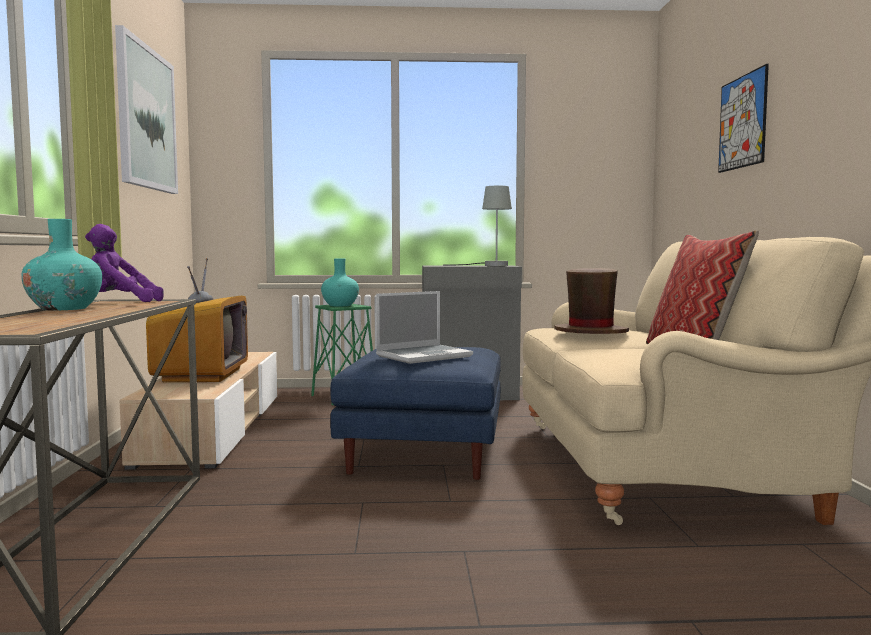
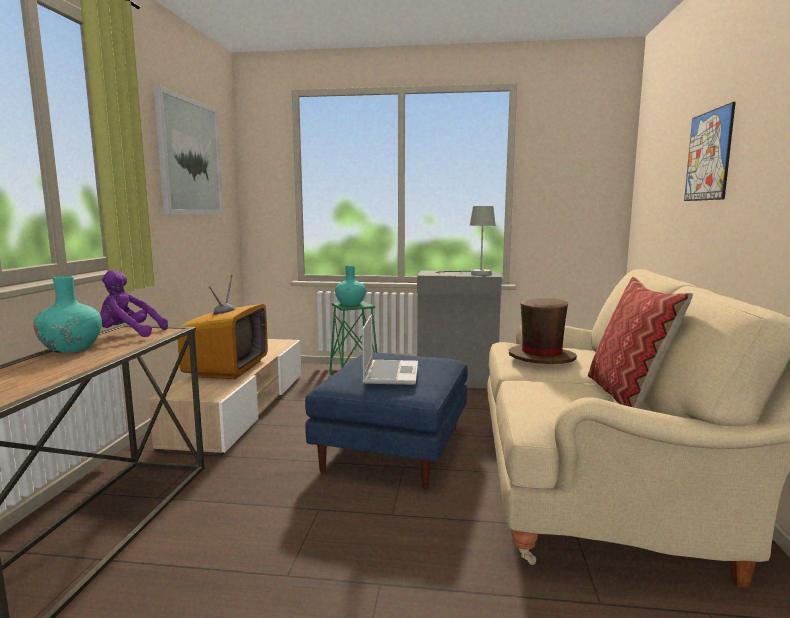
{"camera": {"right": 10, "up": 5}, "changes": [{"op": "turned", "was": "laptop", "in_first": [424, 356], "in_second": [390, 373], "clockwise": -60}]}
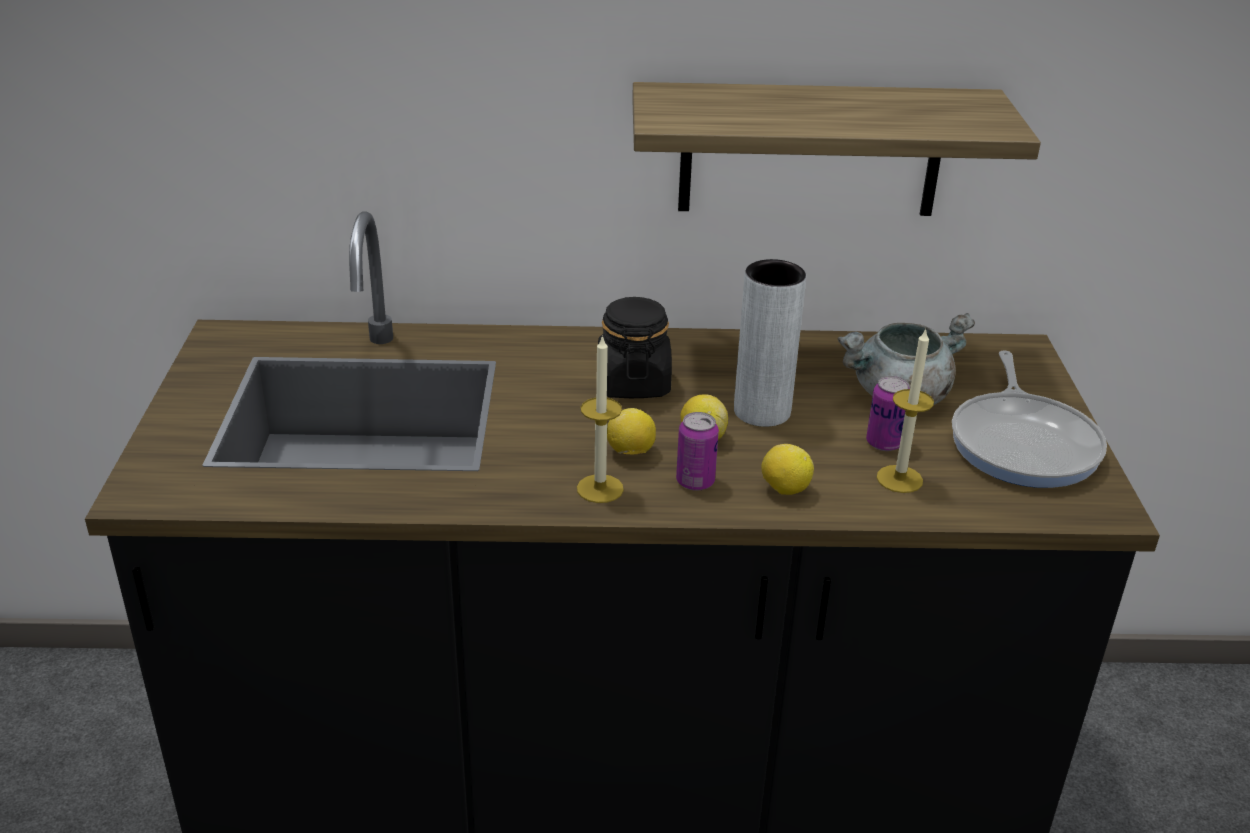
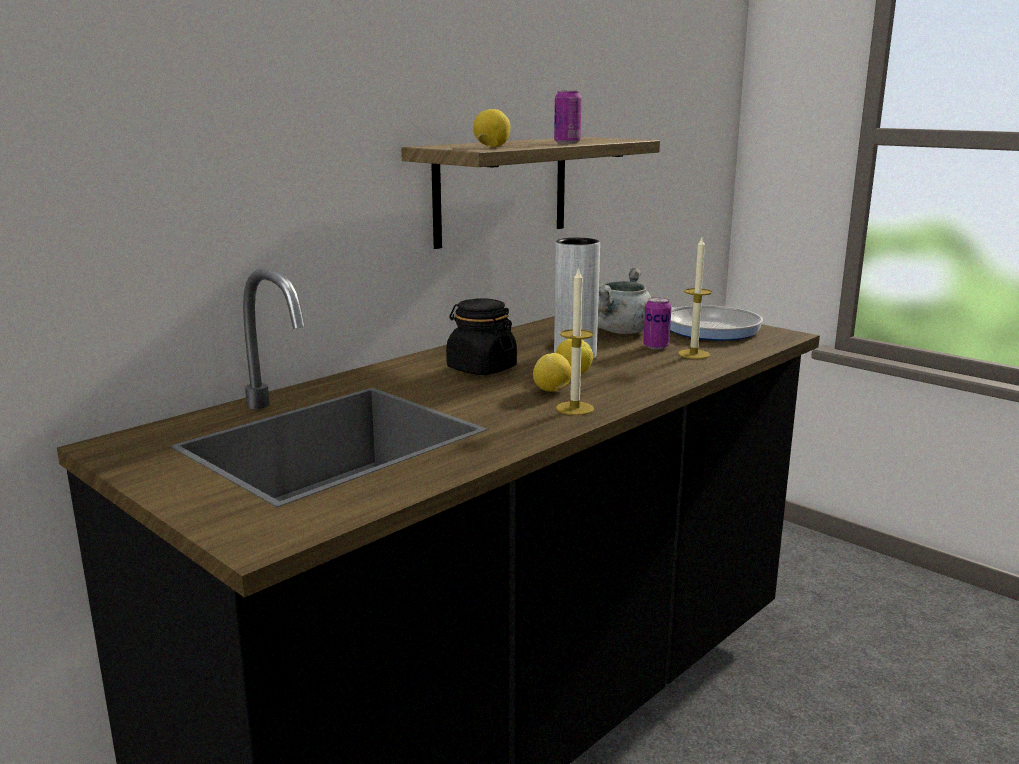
{"camera": {"right": -45, "up": -15}, "changes": [{"op": "moved", "was": "can", "in_first": [695, 482], "in_second": [567, 143]}, {"op": "moved", "was": "lemon", "in_first": [784, 489], "in_second": [491, 147]}]}
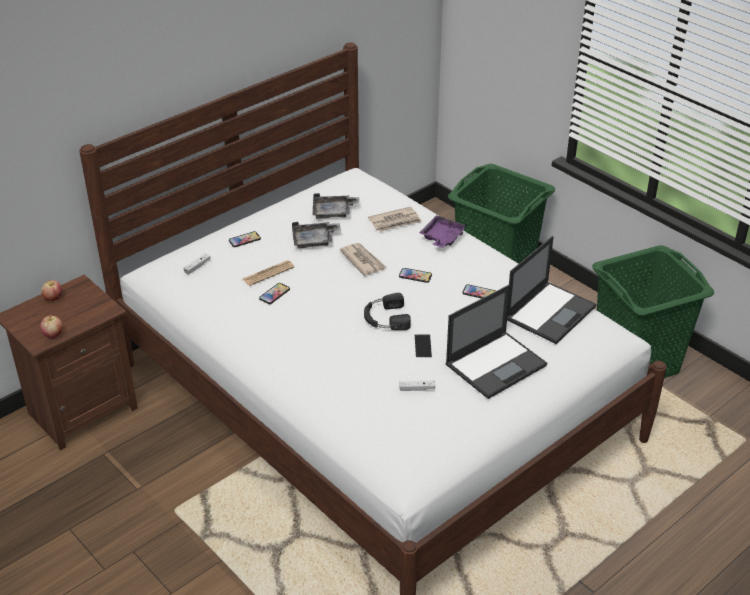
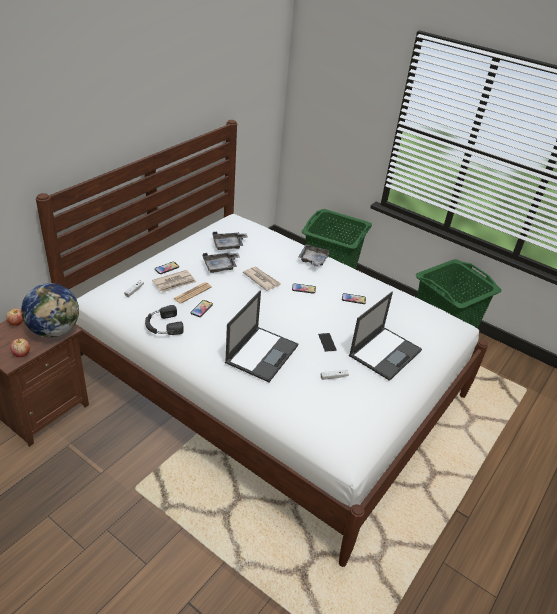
{"camera": {"right": -15, "up": 0}, "changes": [{"op": "added", "now": "globe", "in_second": [55, 330]}, {"op": "moved", "was": "headphones (black)", "in_first": [385, 318], "in_second": [163, 325]}, {"op": "moved", "was": "newspaper", "in_first": [395, 221], "in_second": [174, 283]}, {"op": "moved", "was": "laptop", "in_first": [550, 312], "in_second": [262, 353]}, {"op": "recoloured", "was": "tray (purple)", "now": "tray (grey)", "in_first": [442, 238], "in_second": [313, 260]}]}
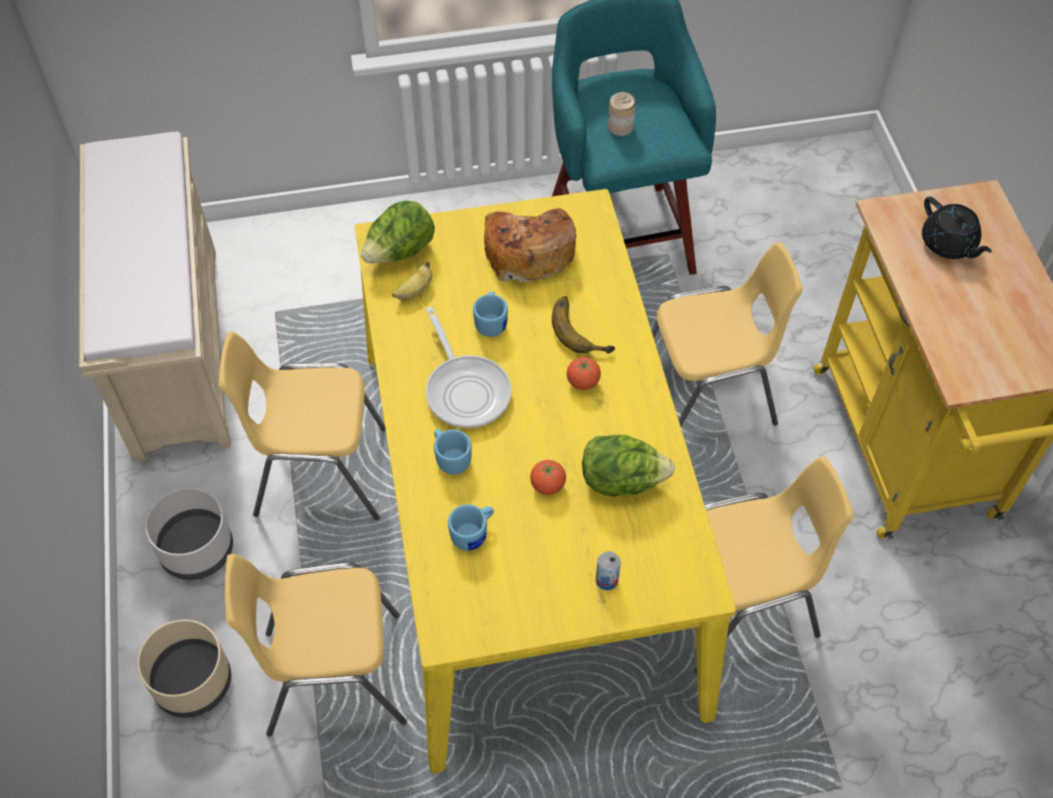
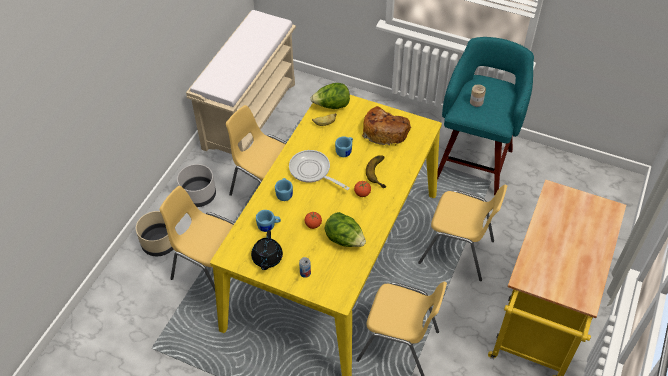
{"camera": {"right": 35, "up": -5}, "changes": [{"op": "moved", "was": "teapot (black)", "in_first": [948, 244], "in_second": [267, 258]}, {"op": "turned", "was": "frying pan", "in_first": [466, 389], "in_second": [312, 171], "clockwise": 120}]}
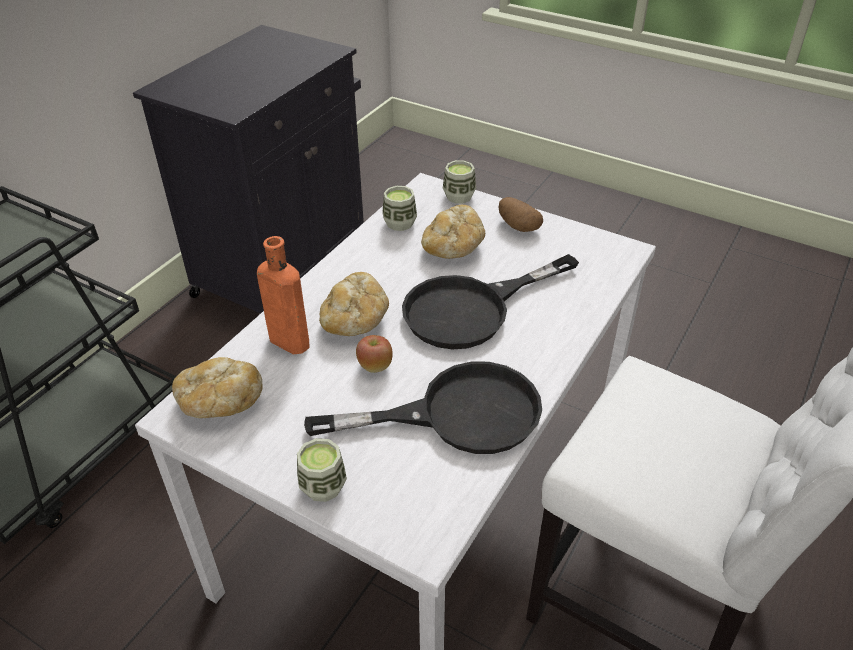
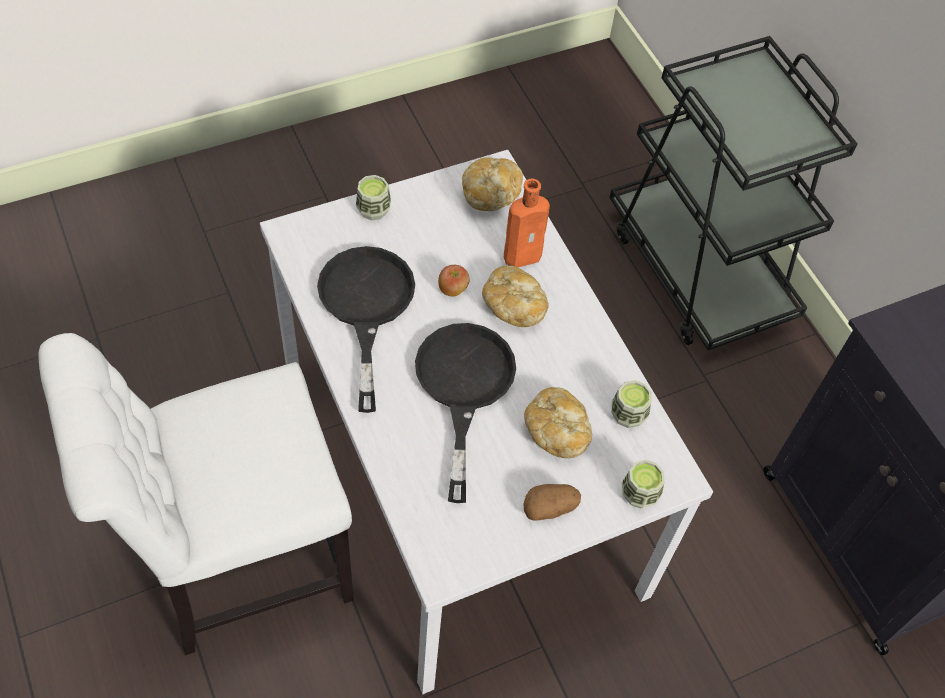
{"camera": {"right": 120, "up": 15}, "changes": [{"op": "turned", "was": "frying pan (black)", "in_first": [457, 414], "in_second": [366, 307], "clockwise": 150}]}
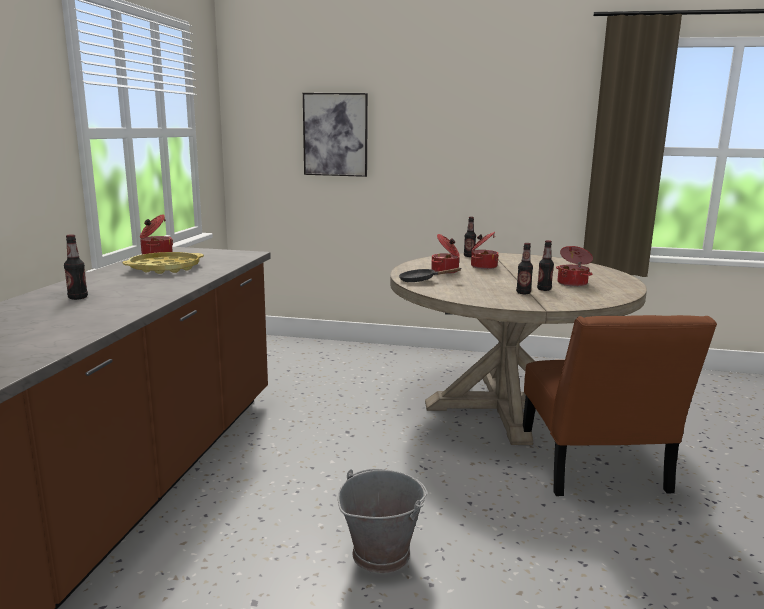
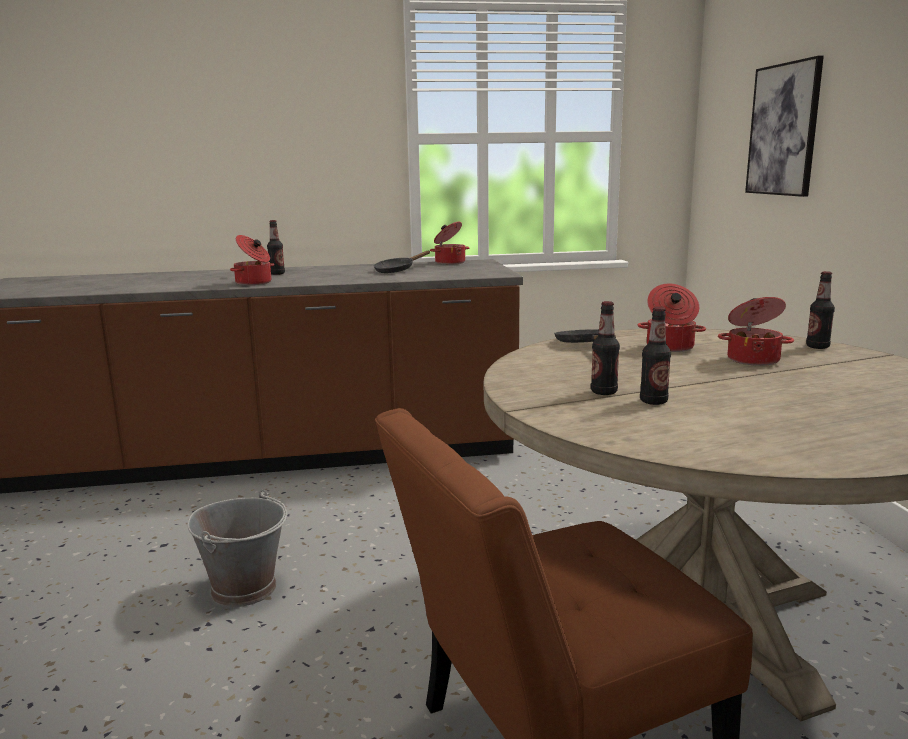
{"camera": {"right": 70, "up": 0}, "changes": [{"op": "moved", "was": "cooking pot", "in_first": [573, 283], "in_second": [254, 283]}, {"op": "replaced", "was": "tray (yellow)", "now": "frying pan (black)", "in_first": [165, 268], "in_second": [397, 270]}]}
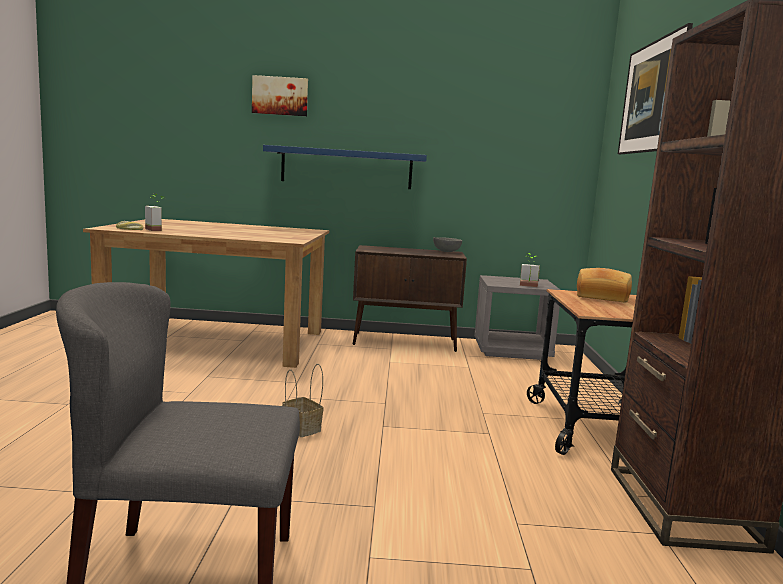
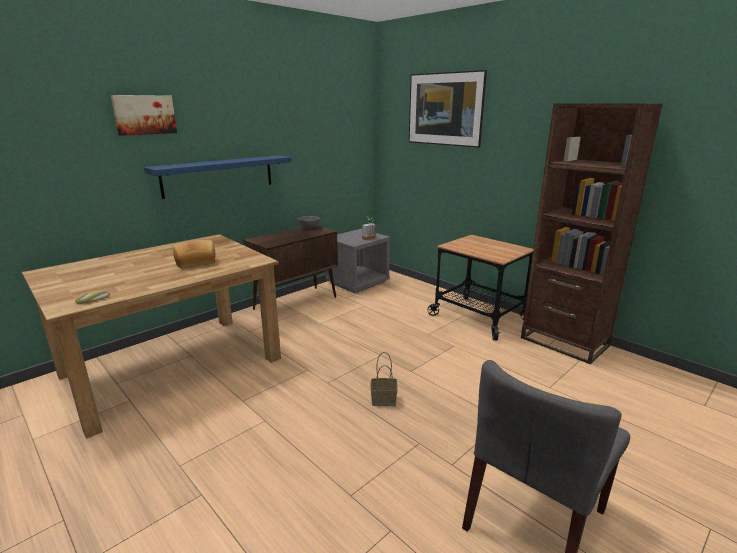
{"camera": {"right": -45, "up": 10}, "changes": [{"op": "removed", "was": "potted plant", "in_first": [157, 229]}, {"op": "moved", "was": "bread", "in_first": [602, 297], "in_second": [195, 262]}]}
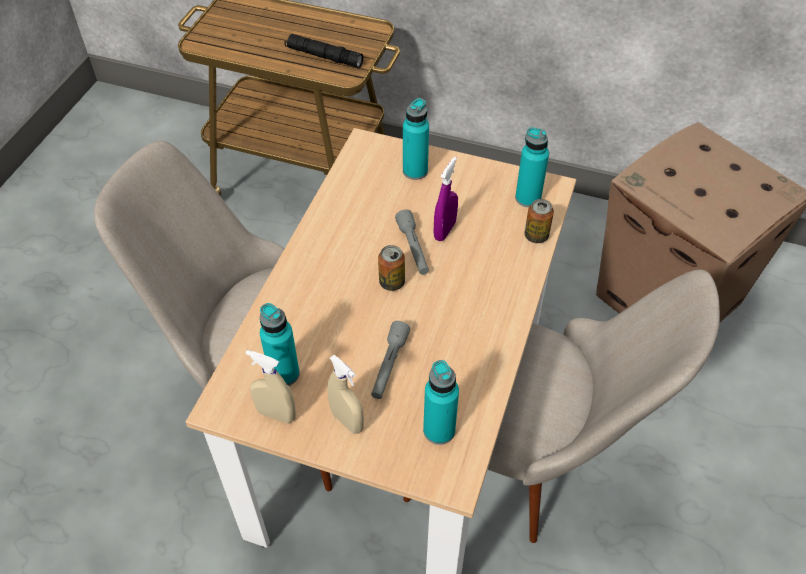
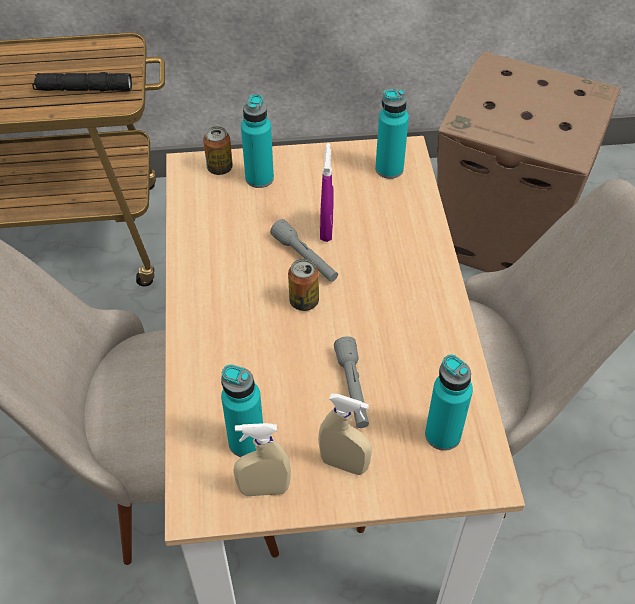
{"camera": {"right": -25, "up": 0}, "changes": [{"op": "moved", "was": "can", "in_first": [536, 236], "in_second": [220, 168]}]}
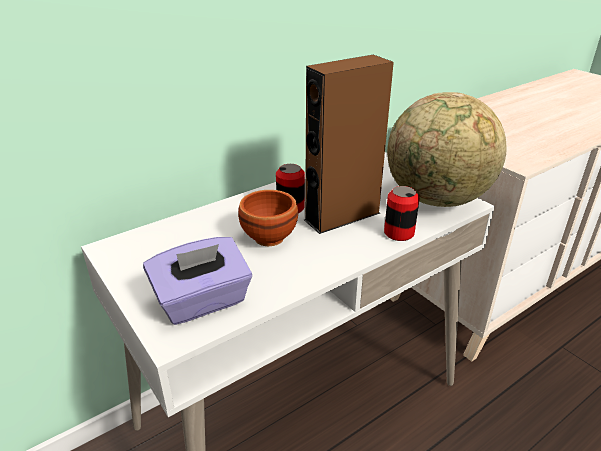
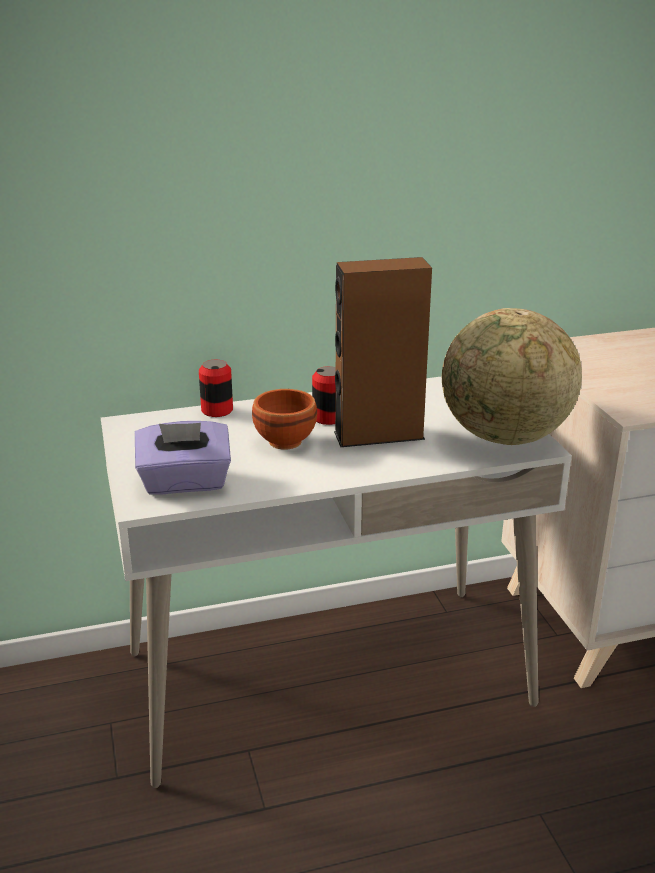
{"camera": {"right": 20, "up": -5}, "changes": [{"op": "moved", "was": "can", "in_first": [399, 233], "in_second": [217, 410]}]}
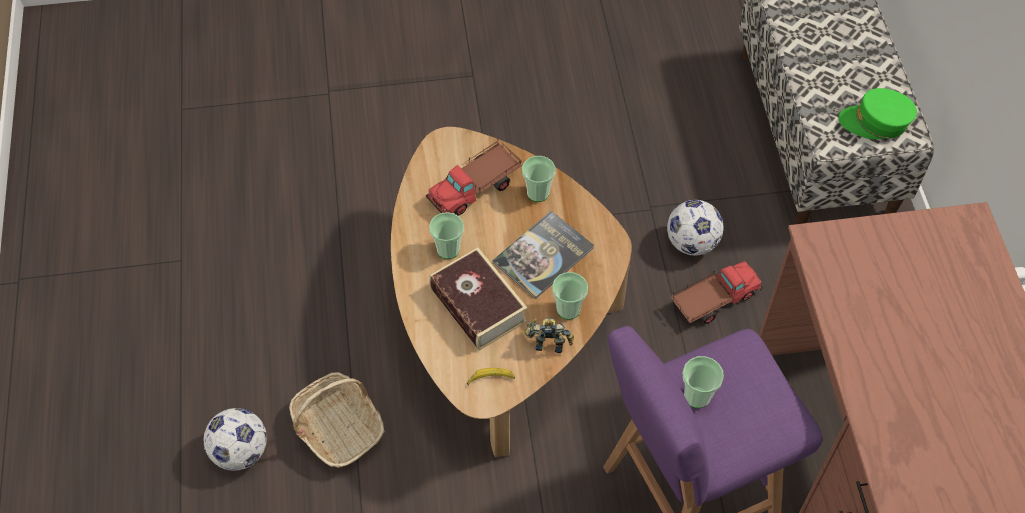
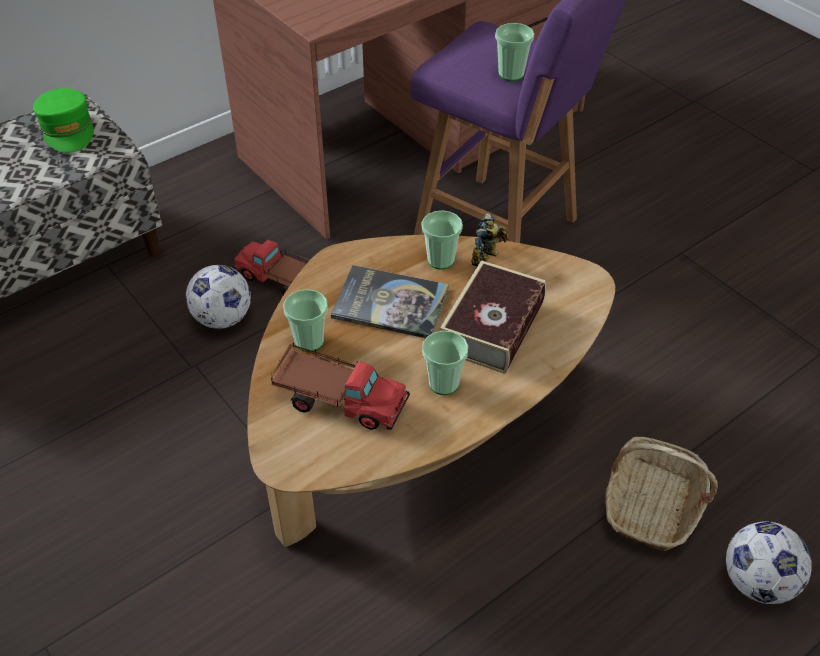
{"camera": {"right": -120, "up": -10}, "changes": [{"op": "removed", "was": "banana", "in_first": [491, 379]}, {"op": "turned", "was": "toy robot", "in_first": [549, 342], "in_second": [488, 259], "clockwise": -135}]}
